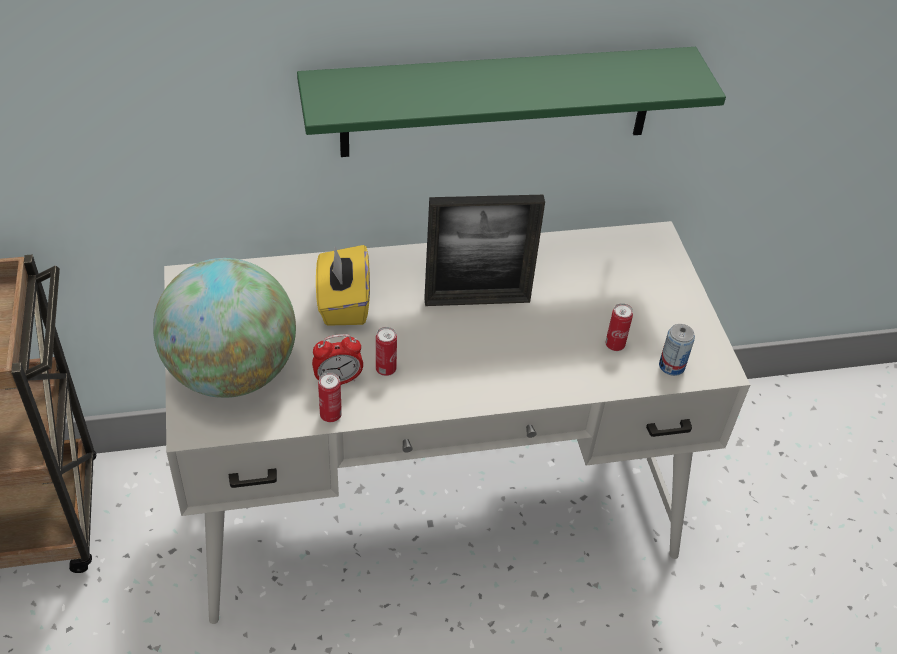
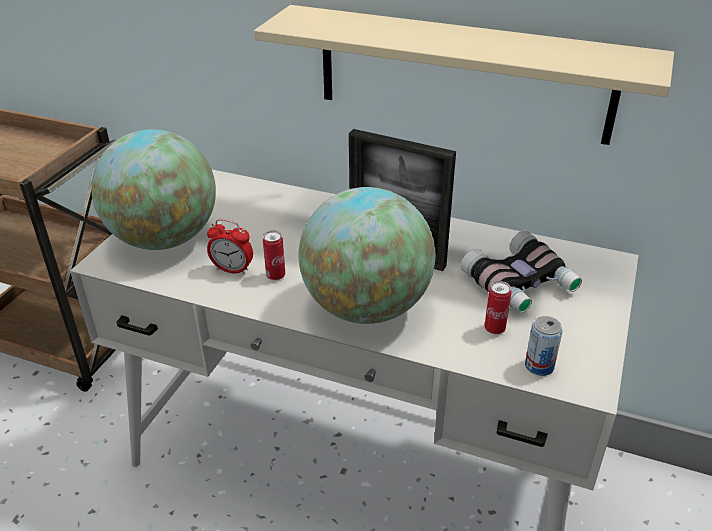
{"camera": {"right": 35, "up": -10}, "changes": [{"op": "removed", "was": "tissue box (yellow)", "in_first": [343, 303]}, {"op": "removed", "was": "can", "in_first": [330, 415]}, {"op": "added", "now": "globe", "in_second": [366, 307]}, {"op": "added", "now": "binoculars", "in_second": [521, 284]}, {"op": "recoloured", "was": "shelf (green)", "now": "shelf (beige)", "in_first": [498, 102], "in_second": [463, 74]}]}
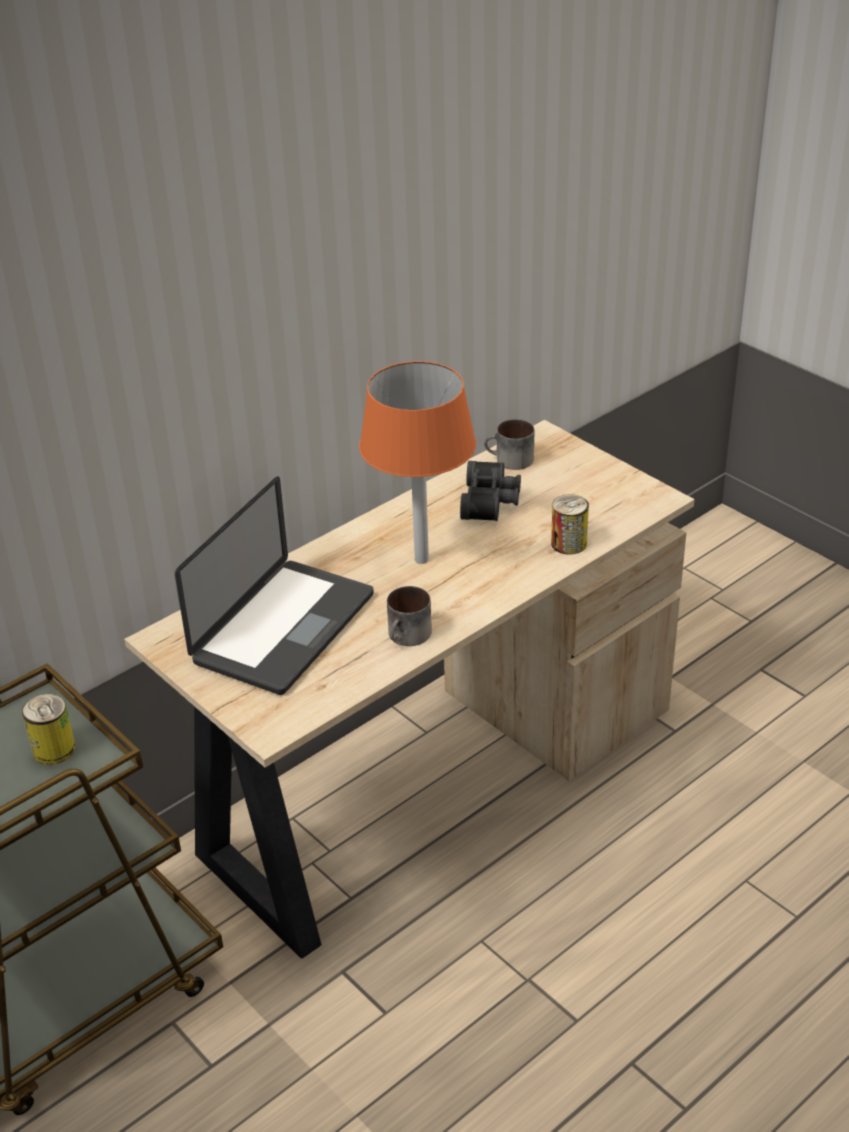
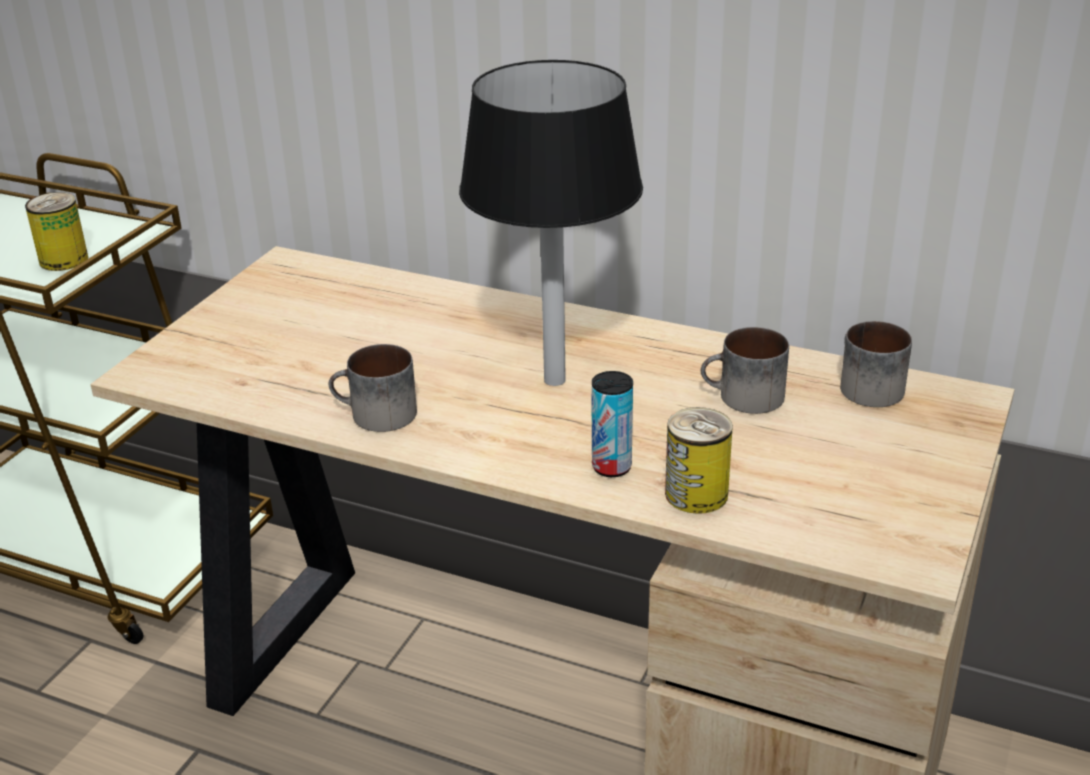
{"camera": {"right": 65, "up": -5}, "changes": [{"op": "removed", "was": "laptop", "in_first": [284, 628]}, {"op": "added", "now": "can", "in_second": [611, 467]}, {"op": "replaced", "was": "binoculars (black)", "now": "mug", "in_first": [491, 501], "in_second": [743, 398]}, {"op": "recoloured", "was": "table lamp (orange)", "now": "table lamp (black)", "in_first": [421, 559], "in_second": [554, 380]}]}
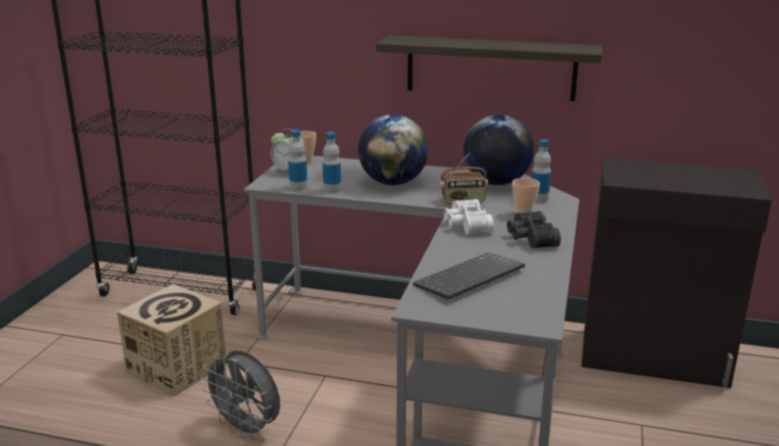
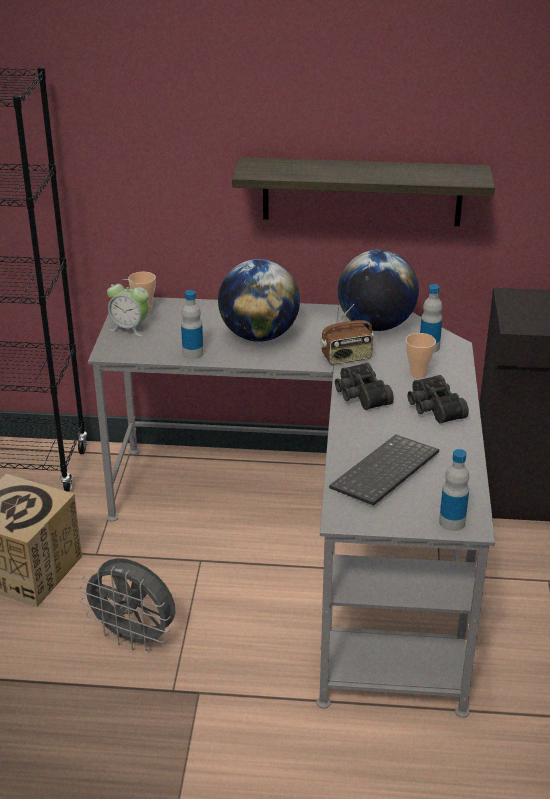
{"camera": {"right": -10, "up": 10}, "changes": [{"op": "moved", "was": "bottle", "in_first": [298, 187], "in_second": [452, 522]}, {"op": "recoloured", "was": "binoculars (white)", "now": "binoculars (black)", "in_first": [465, 225], "in_second": [359, 395]}]}
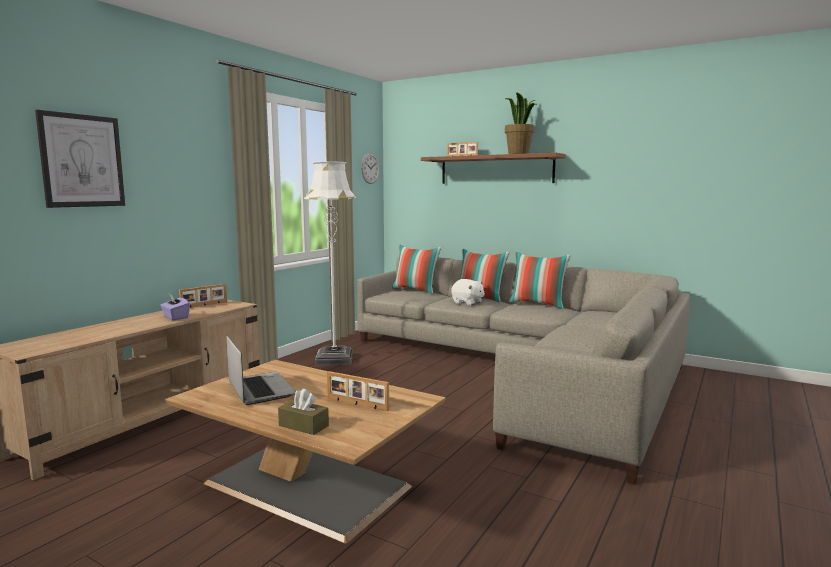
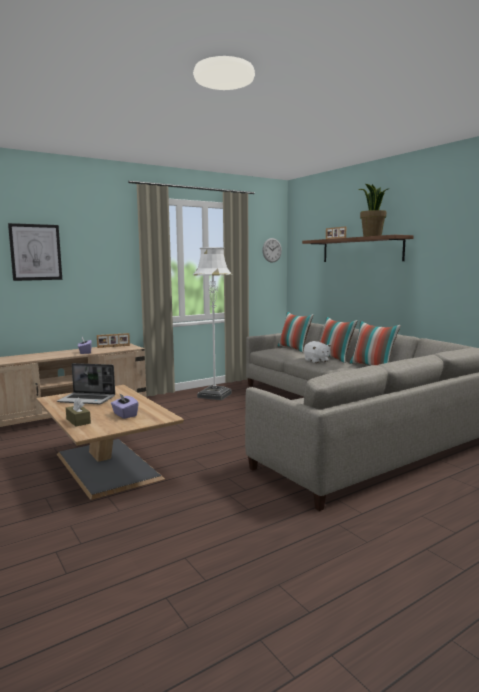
{"camera": {"right": 25, "up": 0}, "changes": [{"op": "replaced", "was": "picture frame", "now": "tissue box (purple)", "in_first": [357, 404], "in_second": [124, 415]}, {"op": "turned", "was": "laptop", "in_first": [259, 389], "in_second": [87, 399], "clockwise": 105}]}
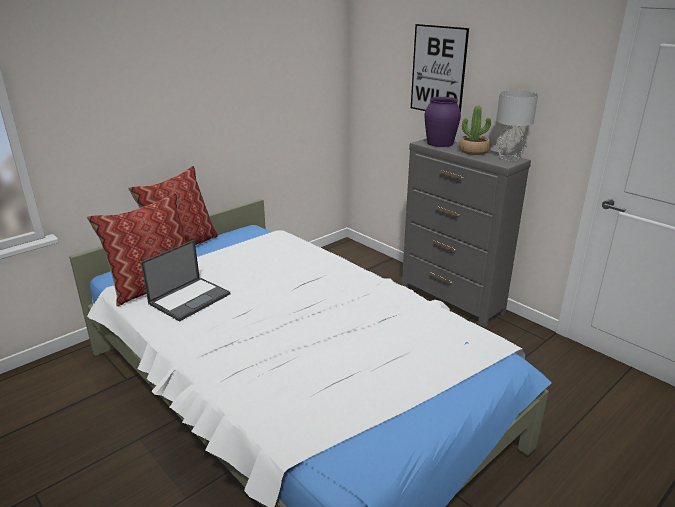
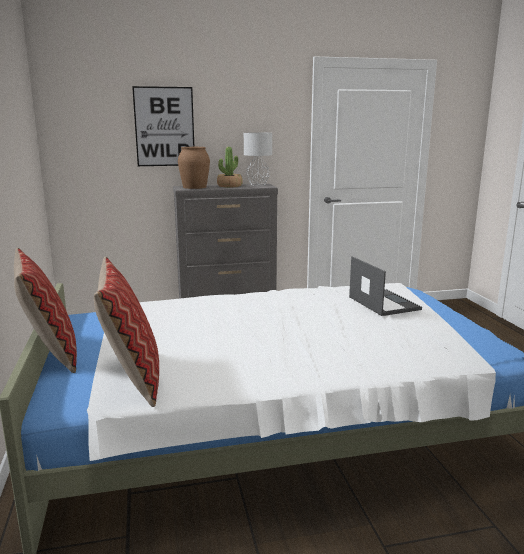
{"camera": {"right": -60, "up": -10}, "changes": [{"op": "moved", "was": "laptop", "in_first": [190, 298], "in_second": [383, 303]}, {"op": "recoloured", "was": "vase (purple)", "now": "vase (brown)", "in_first": [440, 143], "in_second": [195, 187]}]}
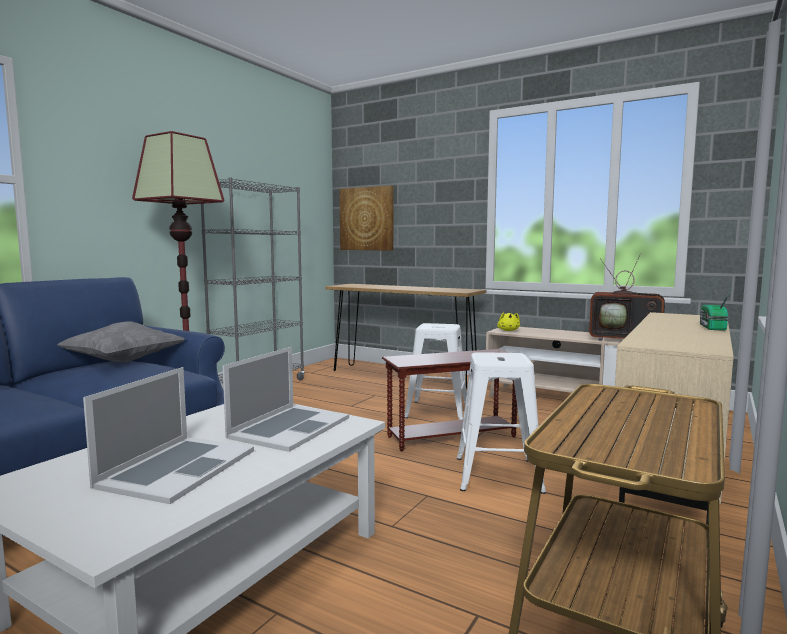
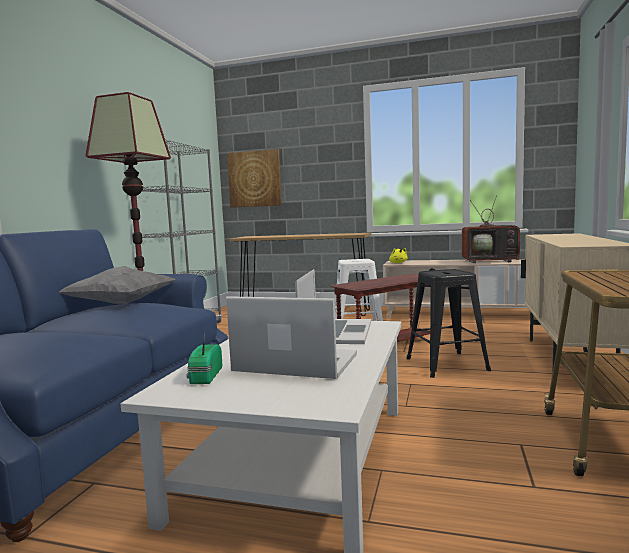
{"camera": {"right": -15, "up": 0}, "changes": [{"op": "moved", "was": "radio", "in_first": [711, 327], "in_second": [204, 376]}, {"op": "recoloured", "was": "stool (white)", "now": "stool (black)", "in_first": [499, 474], "in_second": [447, 364]}, {"op": "turned", "was": "laptop", "in_first": [177, 468], "in_second": [295, 363], "clockwise": -75}]}
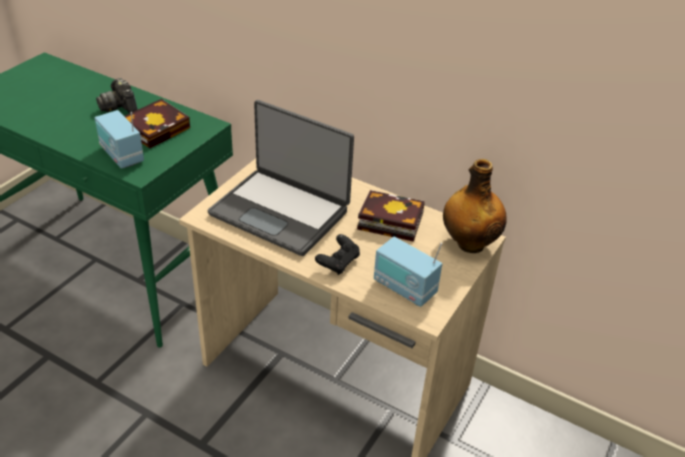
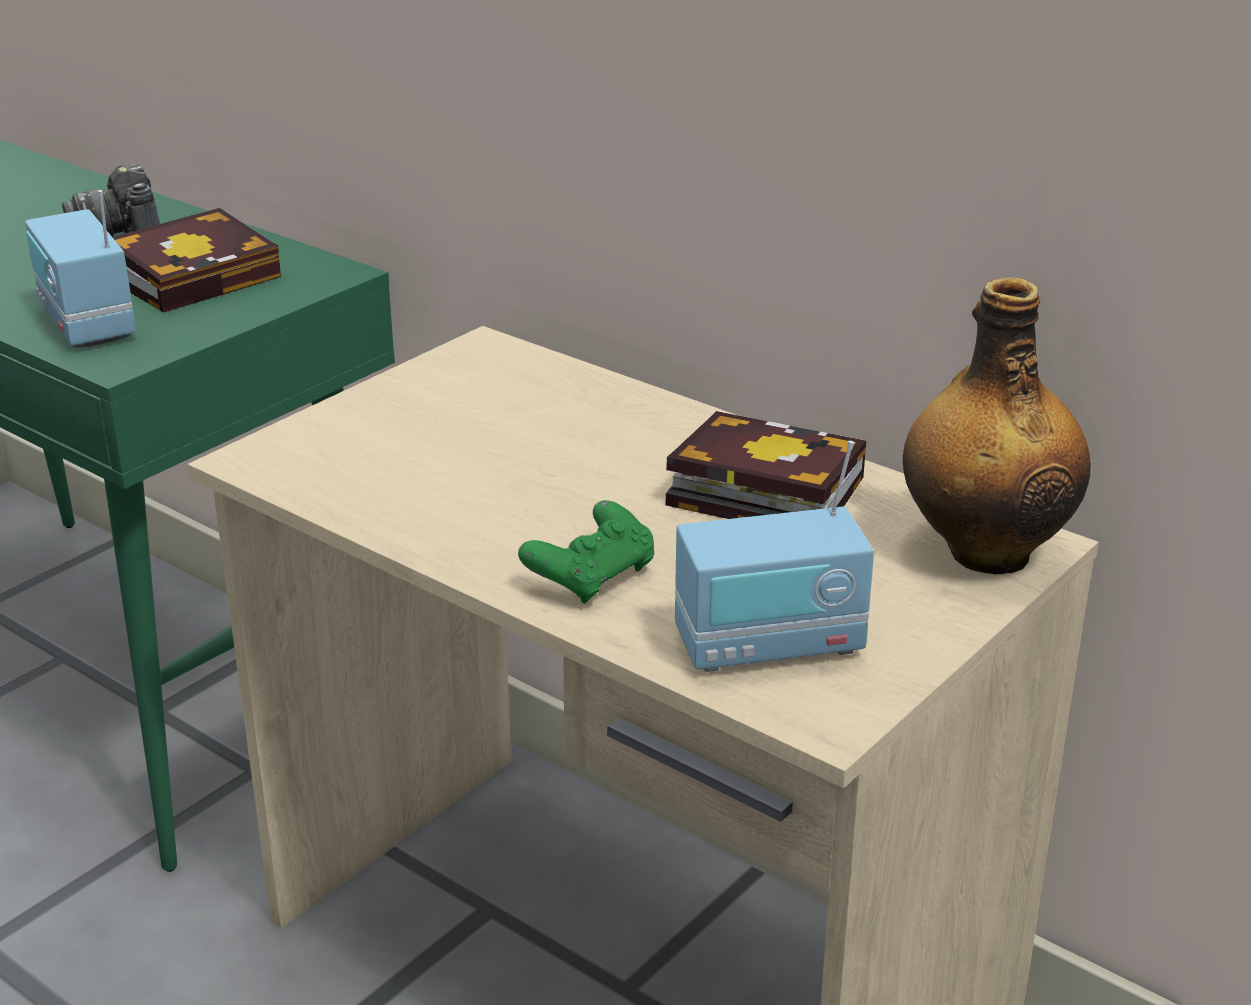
{"camera": {"right": 10, "up": -10}, "changes": [{"op": "removed", "was": "laptop", "in_first": [281, 211]}, {"op": "recoloured", "was": "game controller (black)", "now": "game controller (green)", "in_first": [338, 262], "in_second": [592, 577]}, {"op": "turned", "was": "radio", "in_first": [404, 288], "in_second": [769, 645], "clockwise": -60}]}
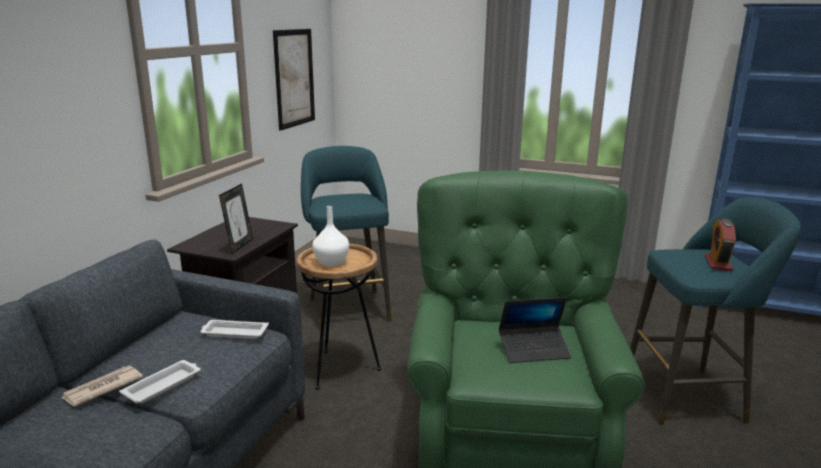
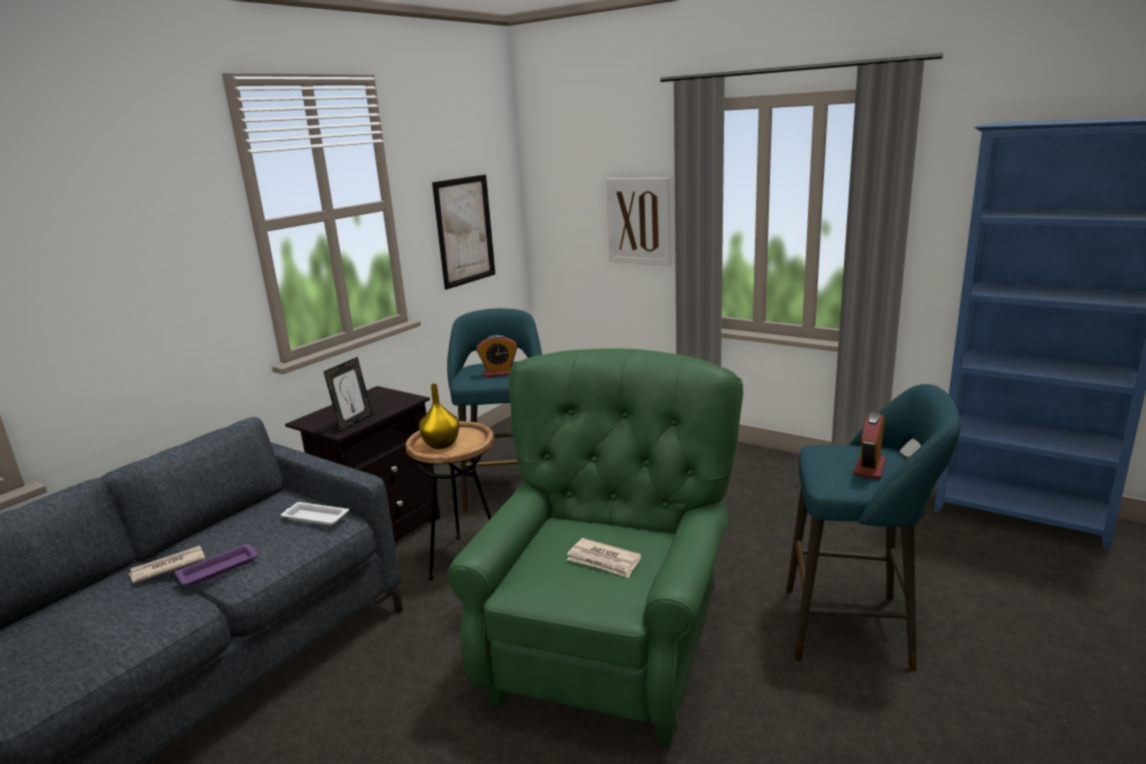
{"camera": {"right": 15, "up": 0}, "changes": [{"op": "added", "now": "alarm clock", "in_second": [499, 373]}, {"op": "added", "now": "picture", "in_second": [638, 221]}, {"op": "replaced", "was": "laptop", "now": "newspaper", "in_first": [534, 350], "in_second": [604, 561]}, {"op": "recoloured", "was": "tray (white)", "now": "tray (purple)", "in_first": [163, 385], "in_second": [220, 568]}, {"op": "recoloured", "was": "vase (white)", "now": "vase (yellow)", "in_first": [332, 262], "in_second": [442, 444]}]}
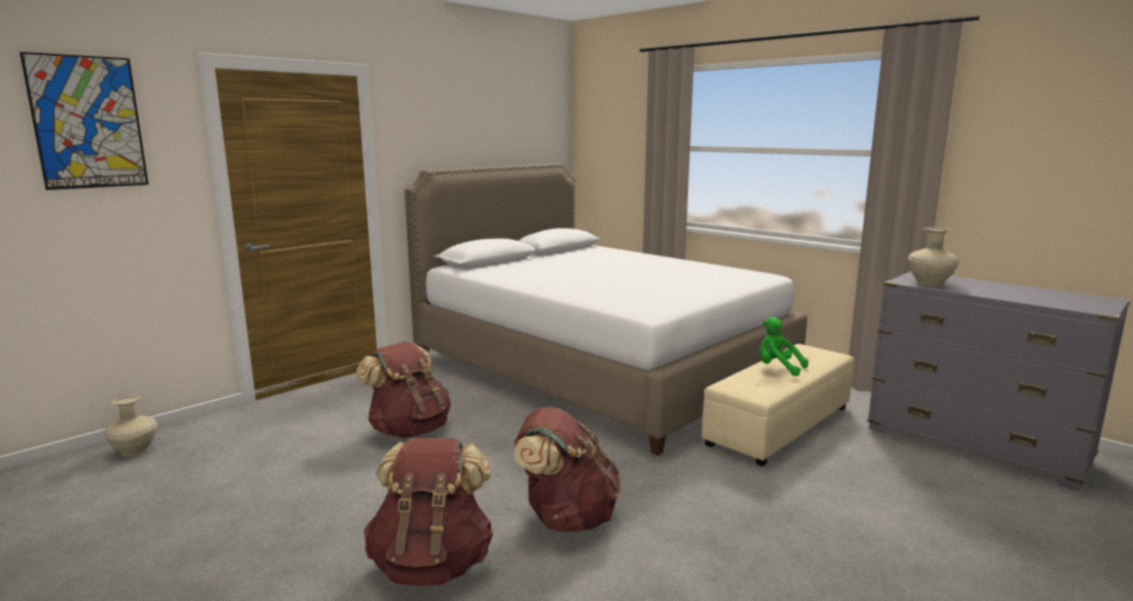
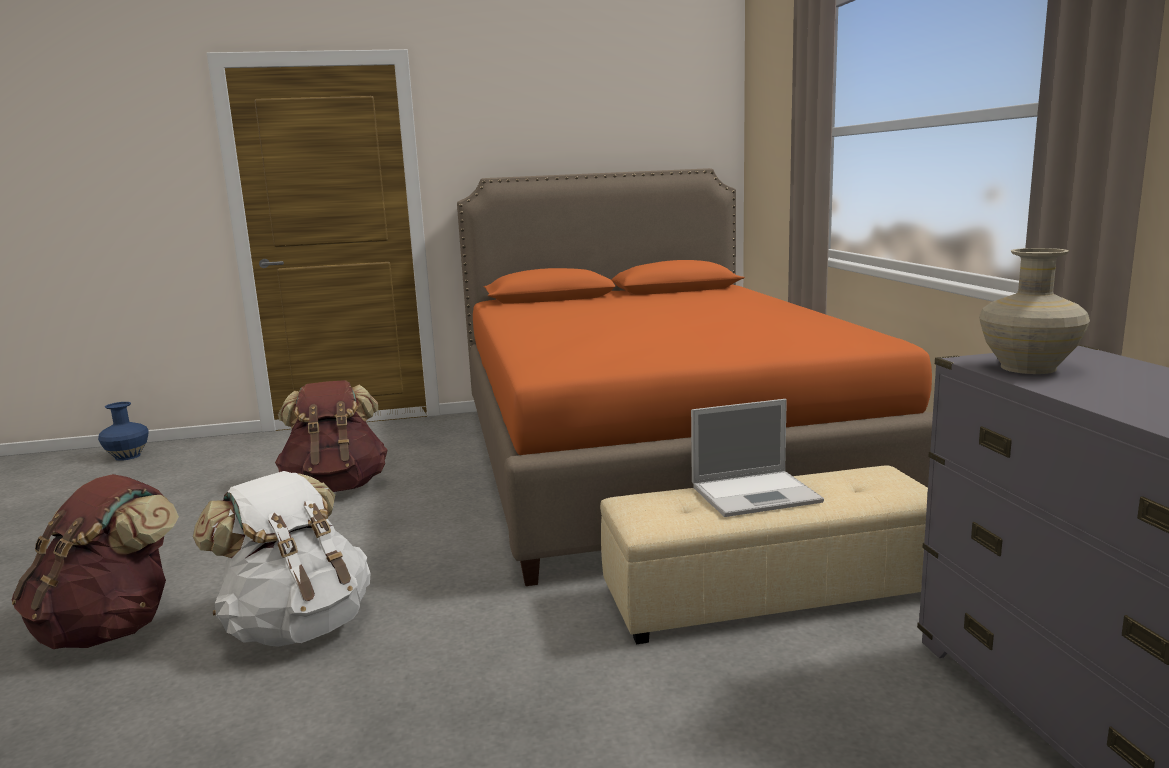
{"camera": {"right": 35, "up": 0}, "changes": [{"op": "removed", "was": "picture", "in_first": [88, 122]}, {"op": "replaced", "was": "plush toy (green)", "now": "laptop", "in_first": [777, 368], "in_second": [757, 494]}, {"op": "recoloured", "was": "vase (beige)", "now": "vase (blue)", "in_first": [135, 450], "in_second": [127, 456]}, {"op": "recoloured", "was": "bed (white)", "now": "bed (orange)", "in_first": [599, 367], "in_second": [655, 459]}, {"op": "recoloured", "was": "backpack (brown)", "now": "backpack (white)", "in_first": [566, 517], "in_second": [297, 626]}]}
